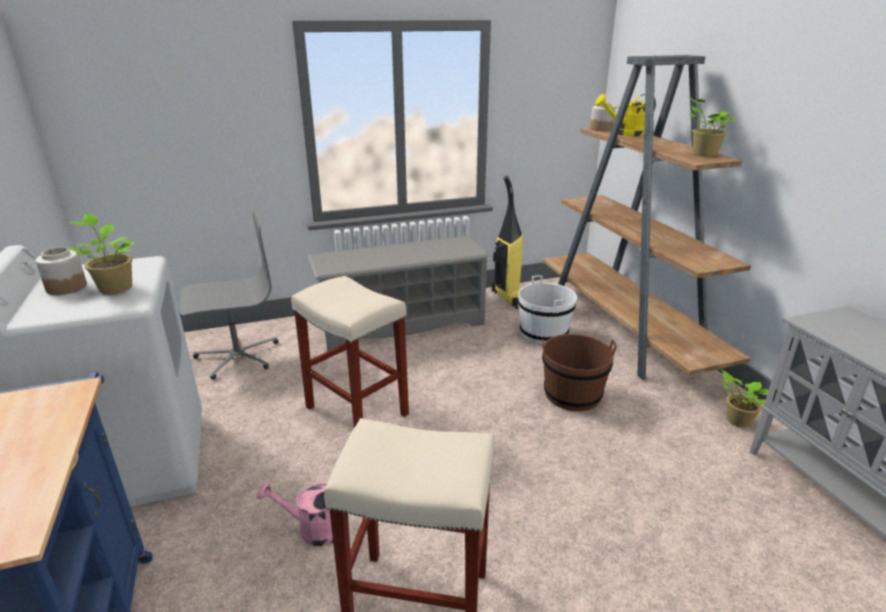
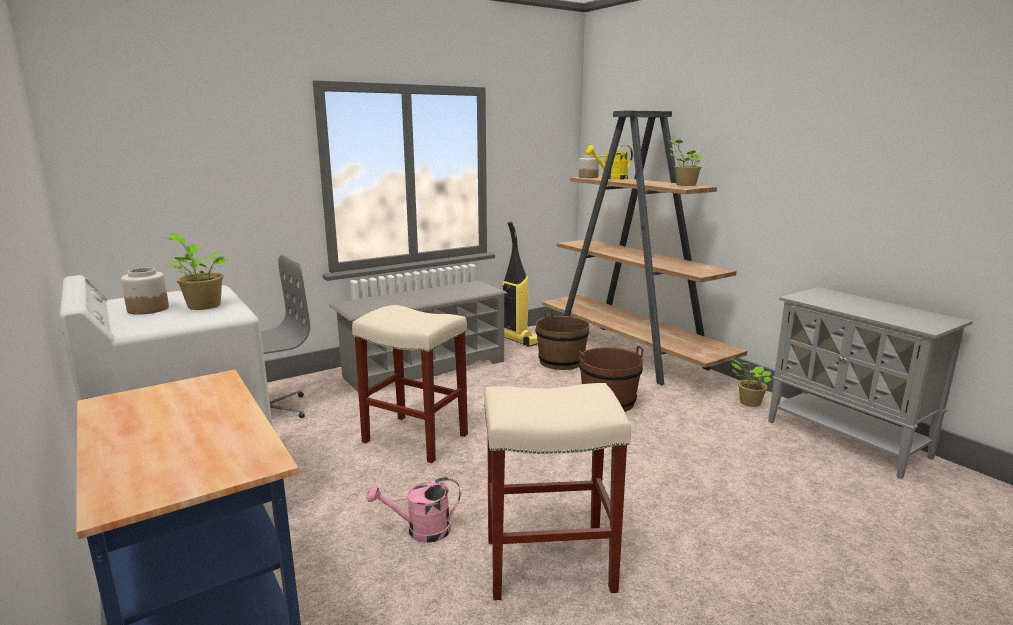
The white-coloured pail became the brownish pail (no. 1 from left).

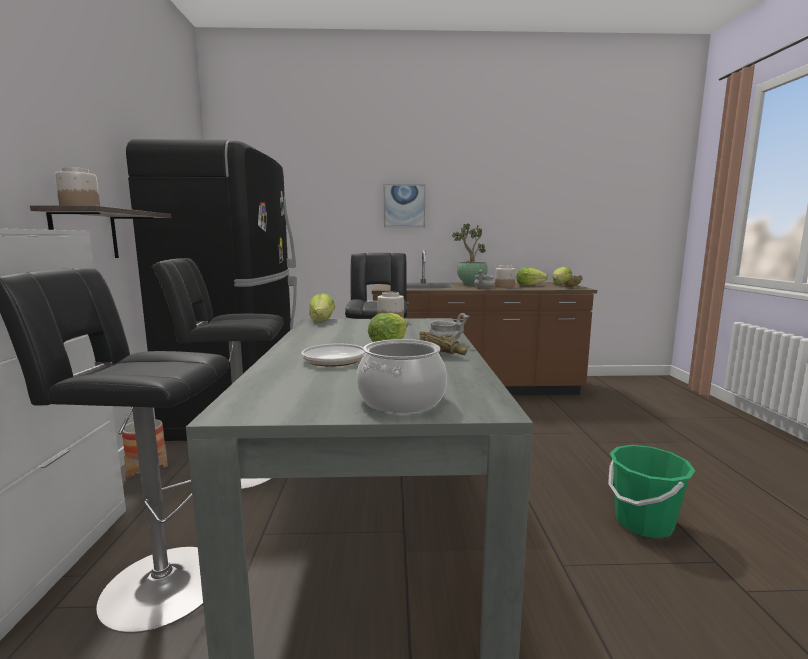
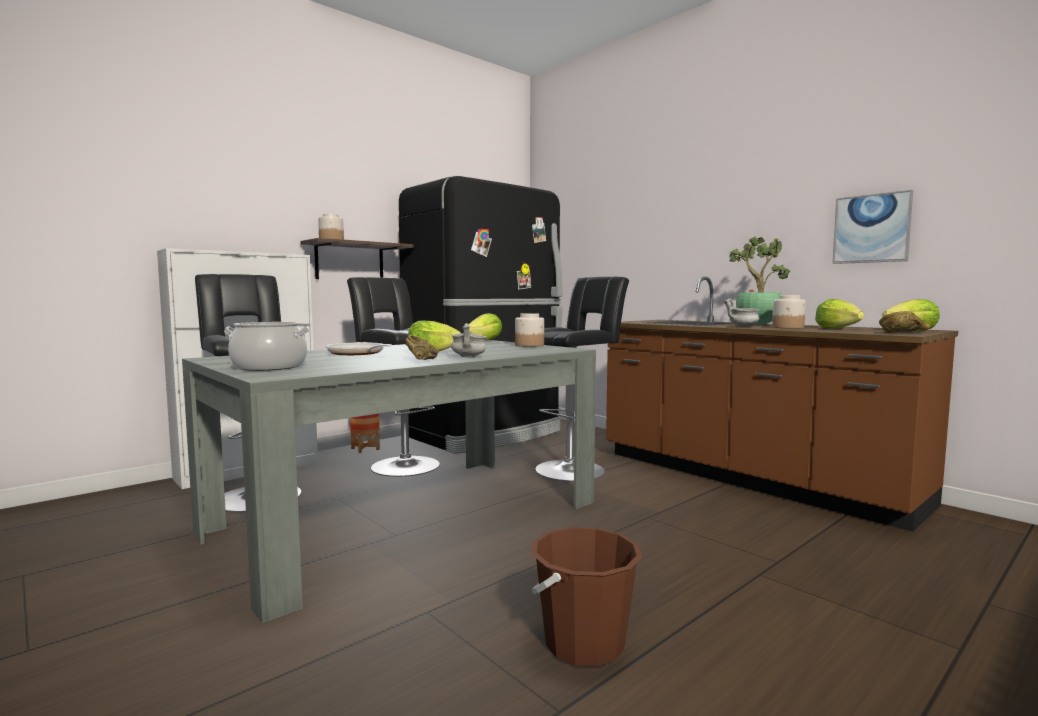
The picture moved. The greenish pail became the brownish pail.

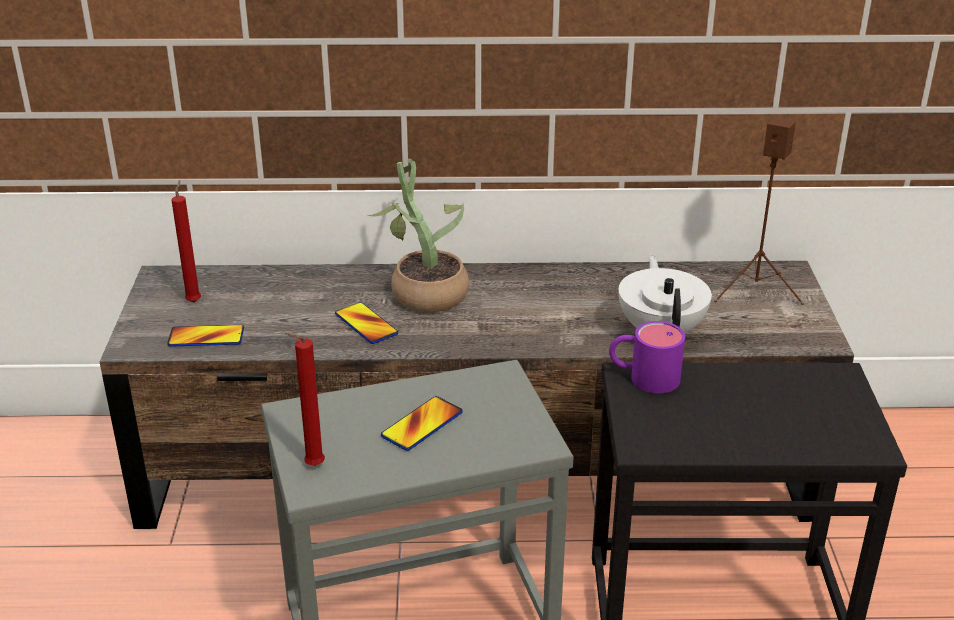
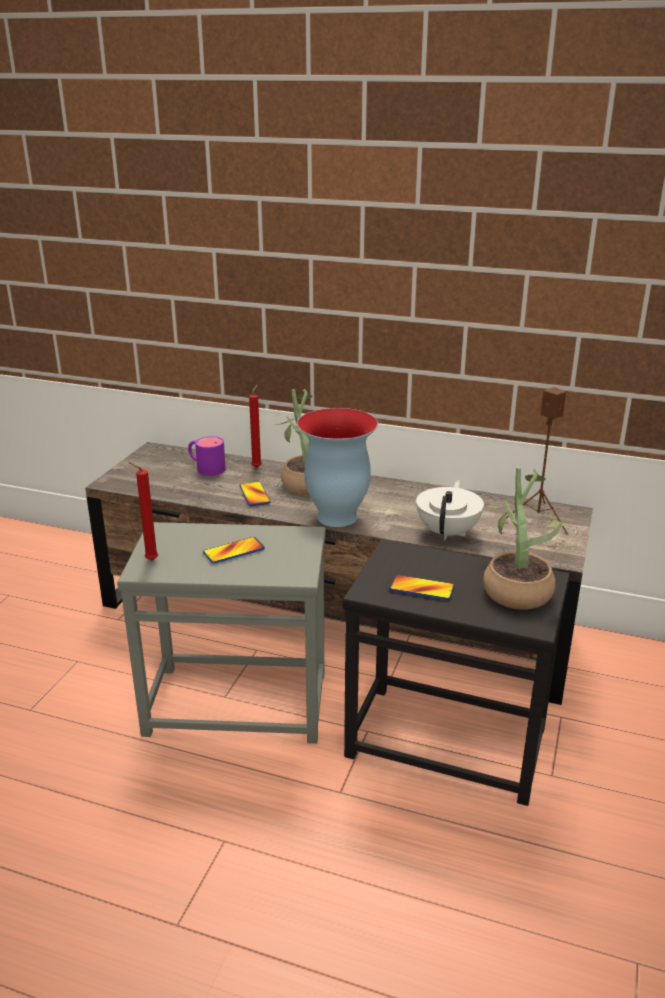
The red-coloured wax light (no. 1 from left in the first image) moved. The purple-coloured tea mug moved. The handset (no. 1 from left in the first image) moved. The decorative vase appeared. The houseplant (no. 2 from left) appeared.

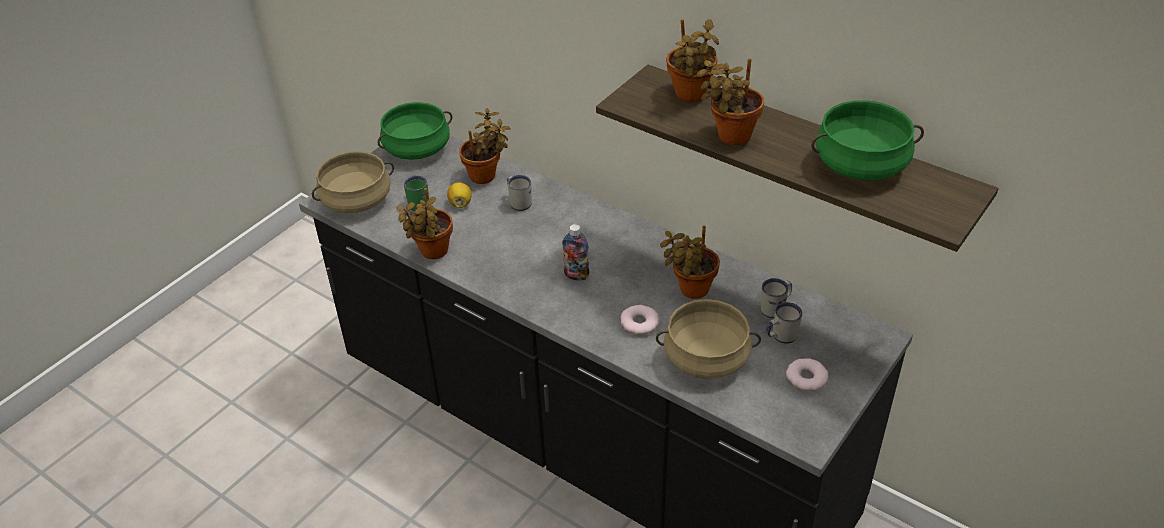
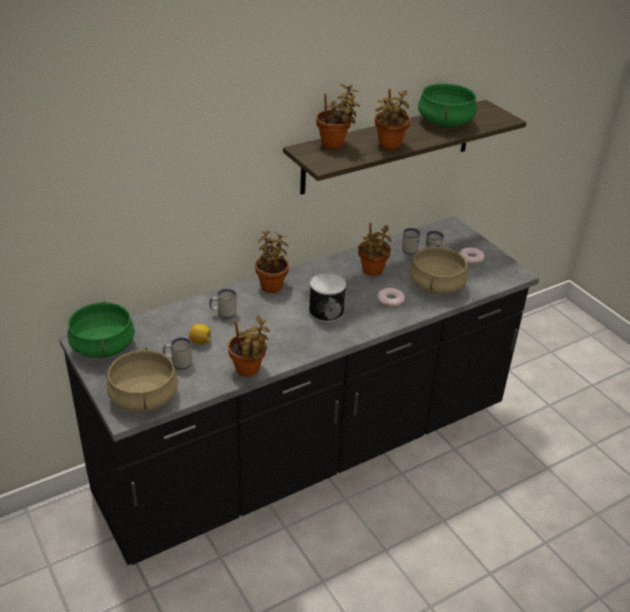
The houseplant (no. 2 from left) moved. The greenish tea mug became the white-coloured tea mug (no. 1 from left). The beverage bottle was replaced by the metal can.

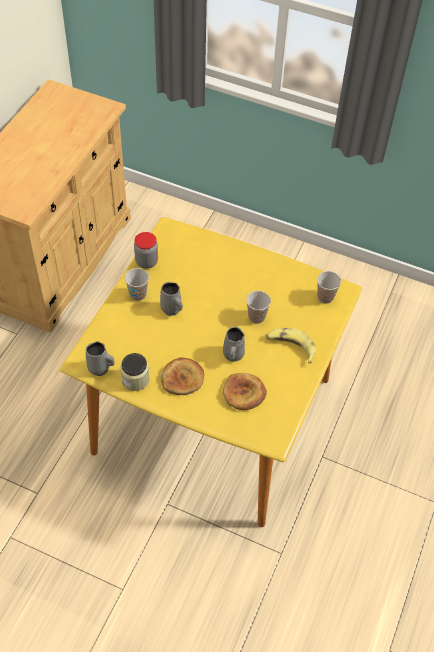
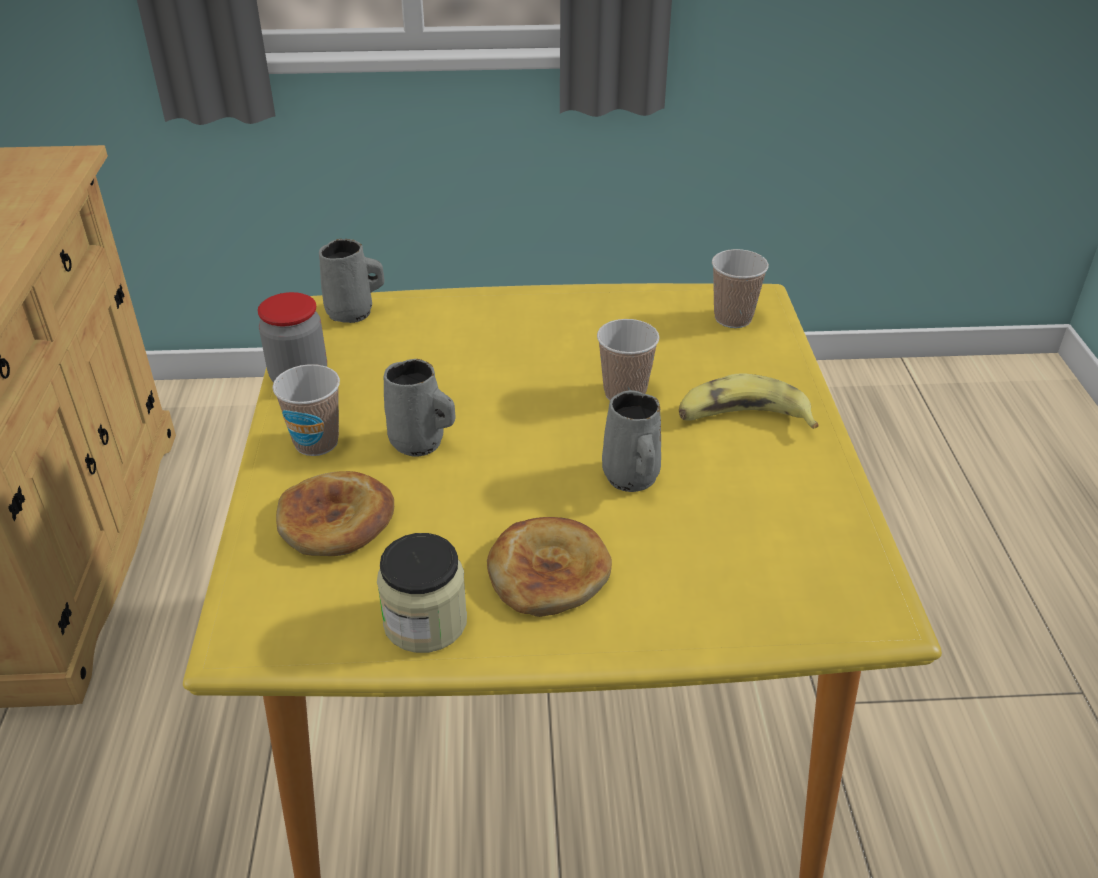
The gray tea mug (no. 1 from left) moved. The bread (no. 2 from left in the first image) moved.

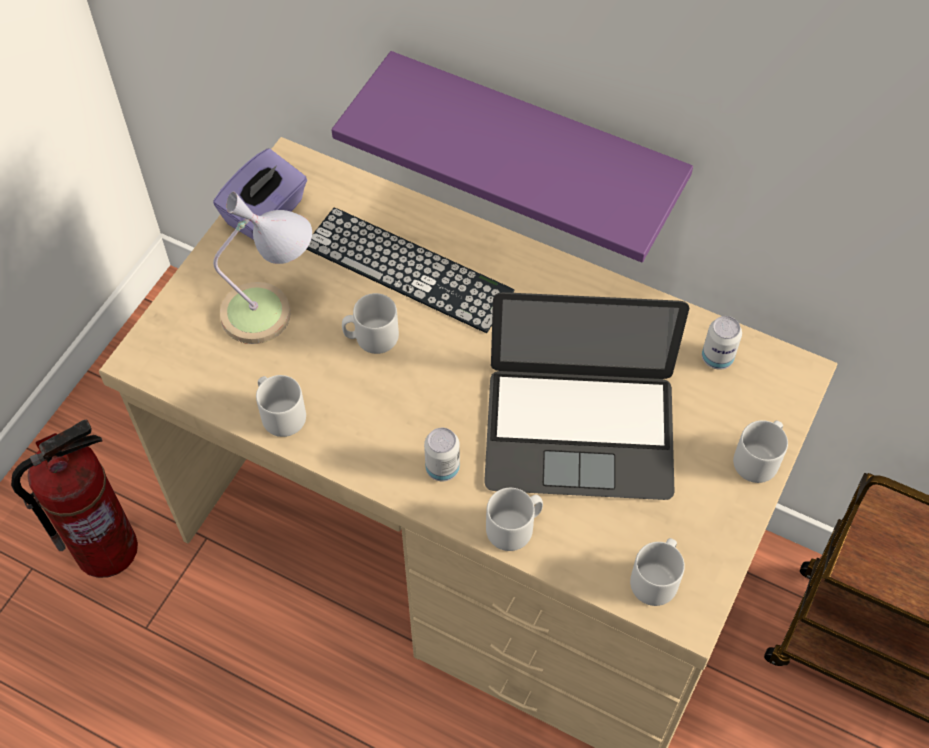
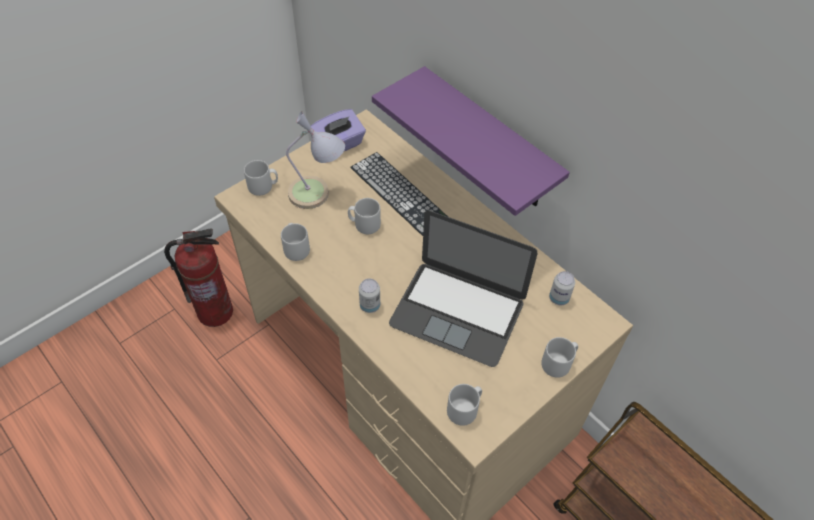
The gray tea mug (no. 3 from left in the first image) moved.

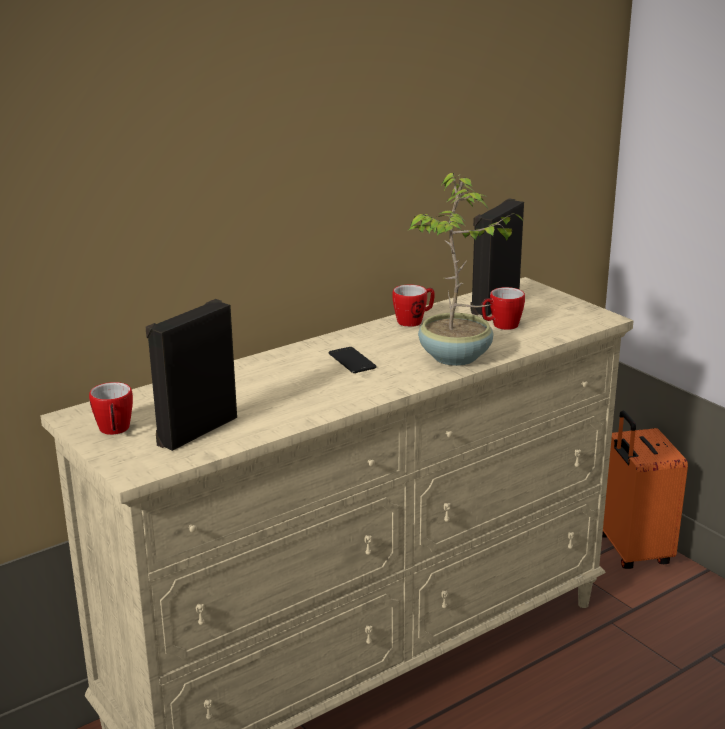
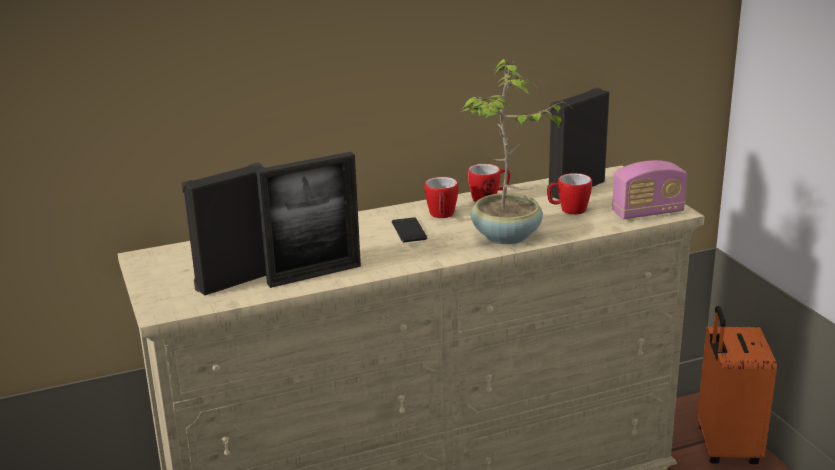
The tea mug (no. 1 from left) moved. The photo frame appeared. The radio set appeared.

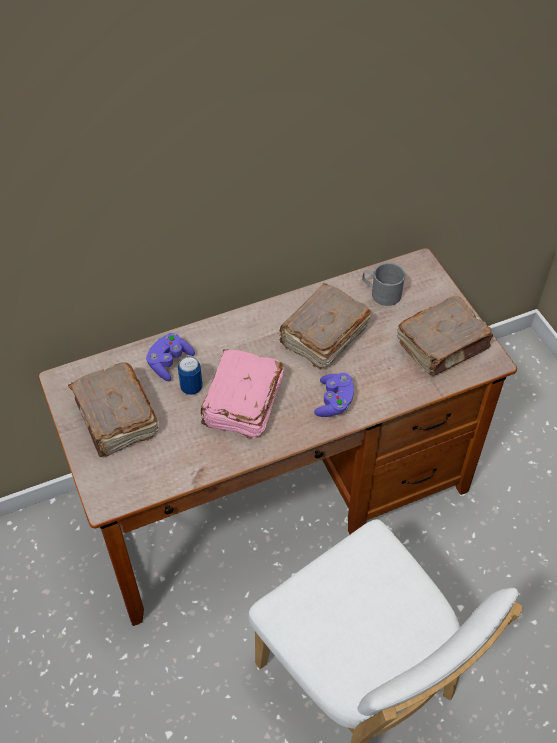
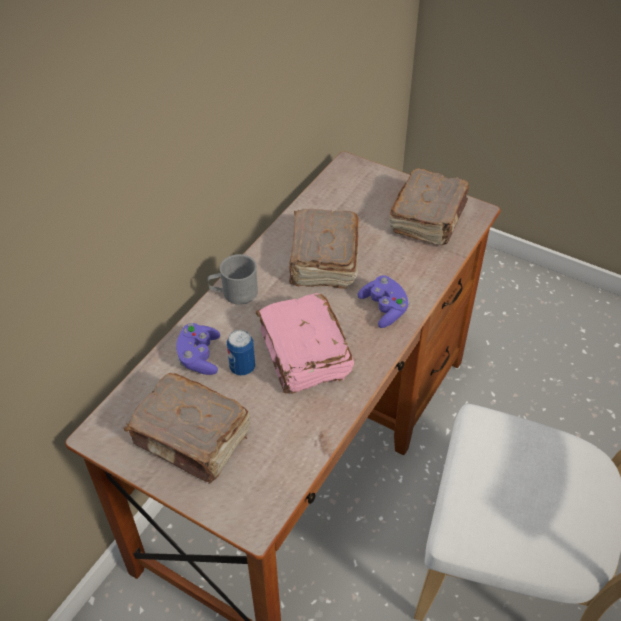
The gray tea mug moved.

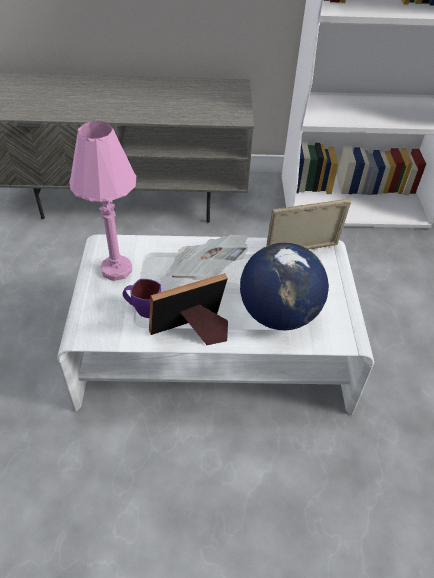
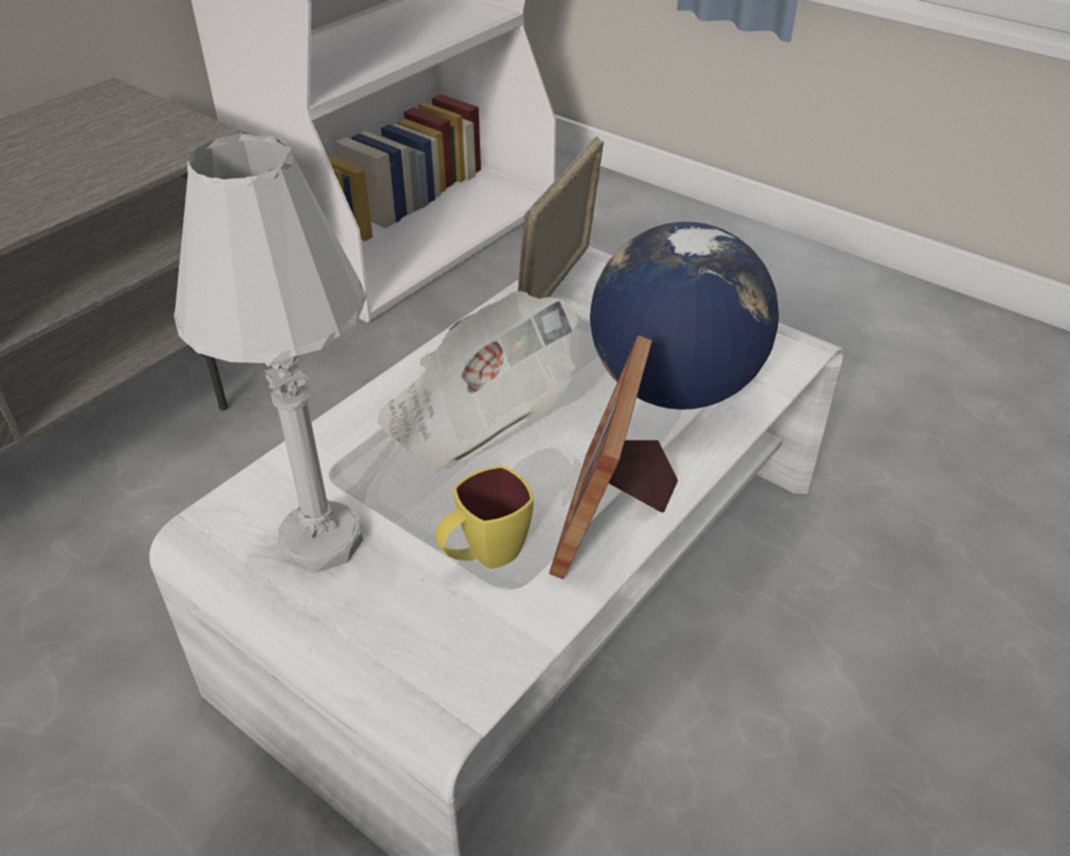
The pink tabletop lamp became the white-coloured tabletop lamp. The purple-coloured tea mug became the yellowish tea mug.

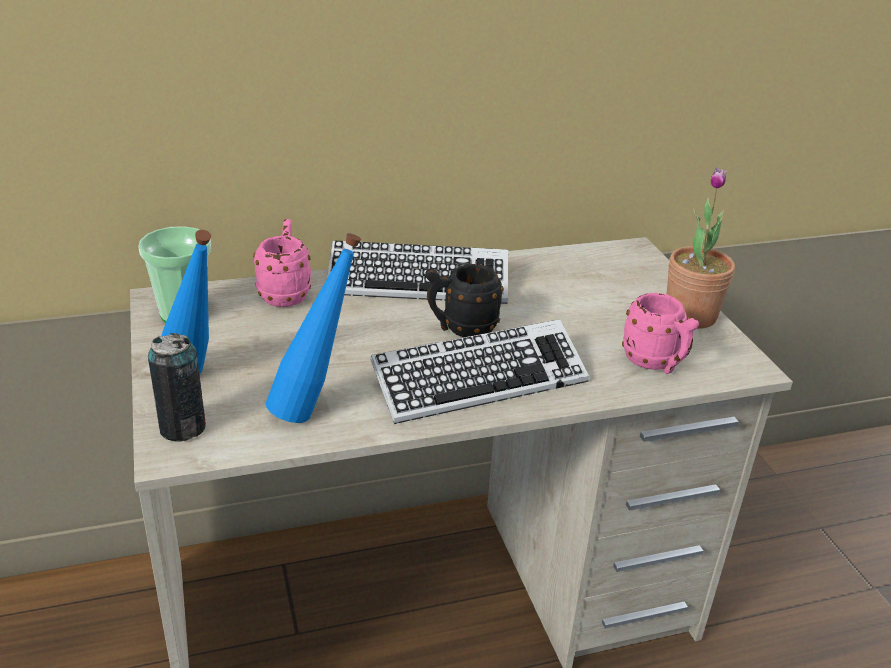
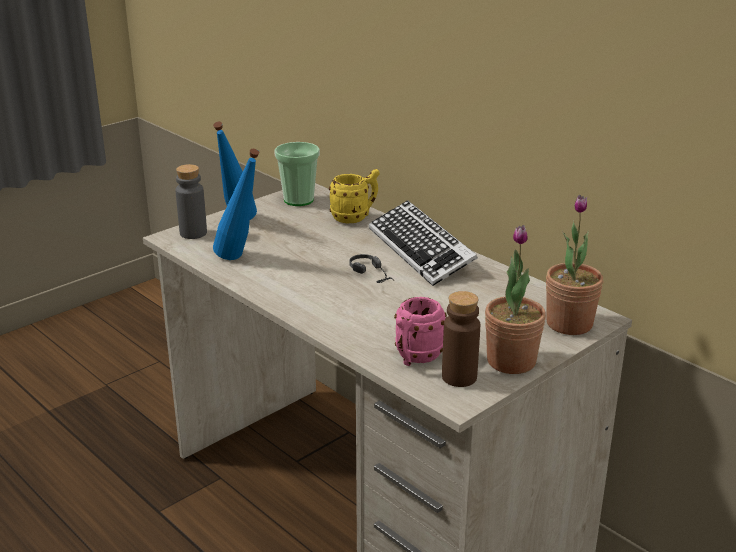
The pink tea mug (no. 1 from left) became the yellowish tea mug. The black-coloured tea mug was replaced by the pair of headphones. The computer keyboard (no. 2 from left) disappeared. The metal can was replaced by the gray beverage bottle. The houseplant (no. 2 from left) appeared. The brownish beverage bottle appeared.

